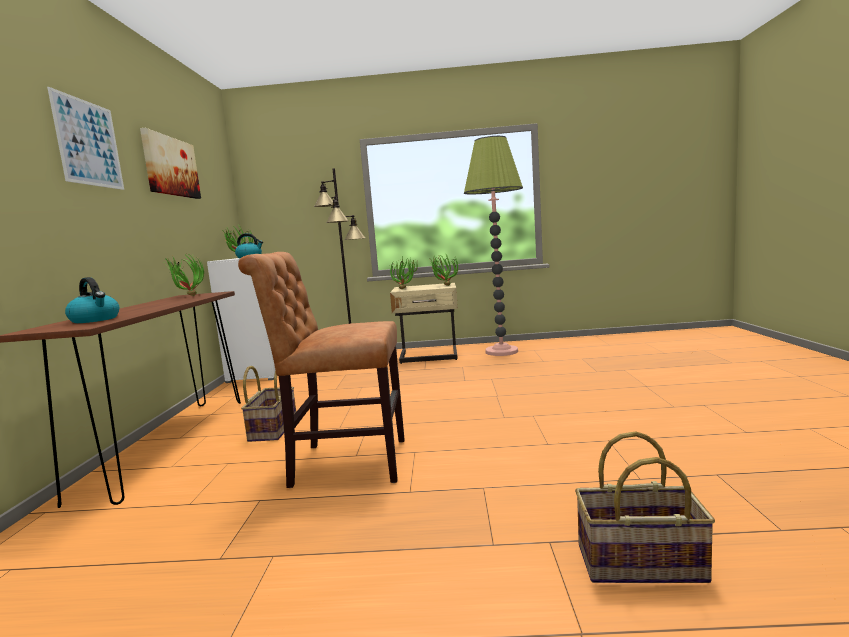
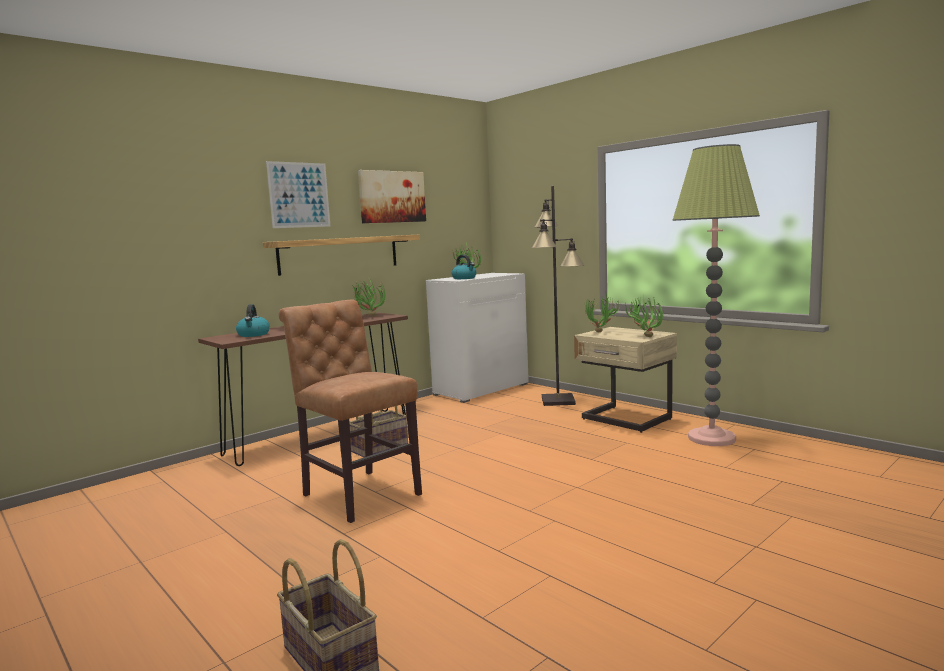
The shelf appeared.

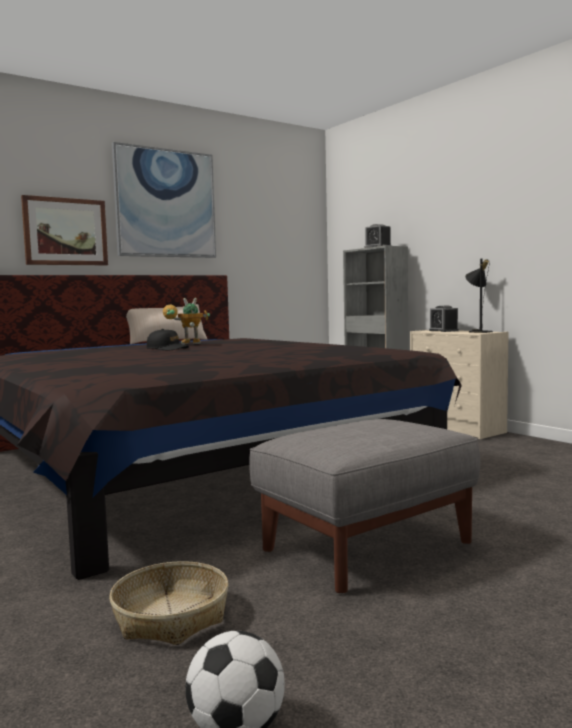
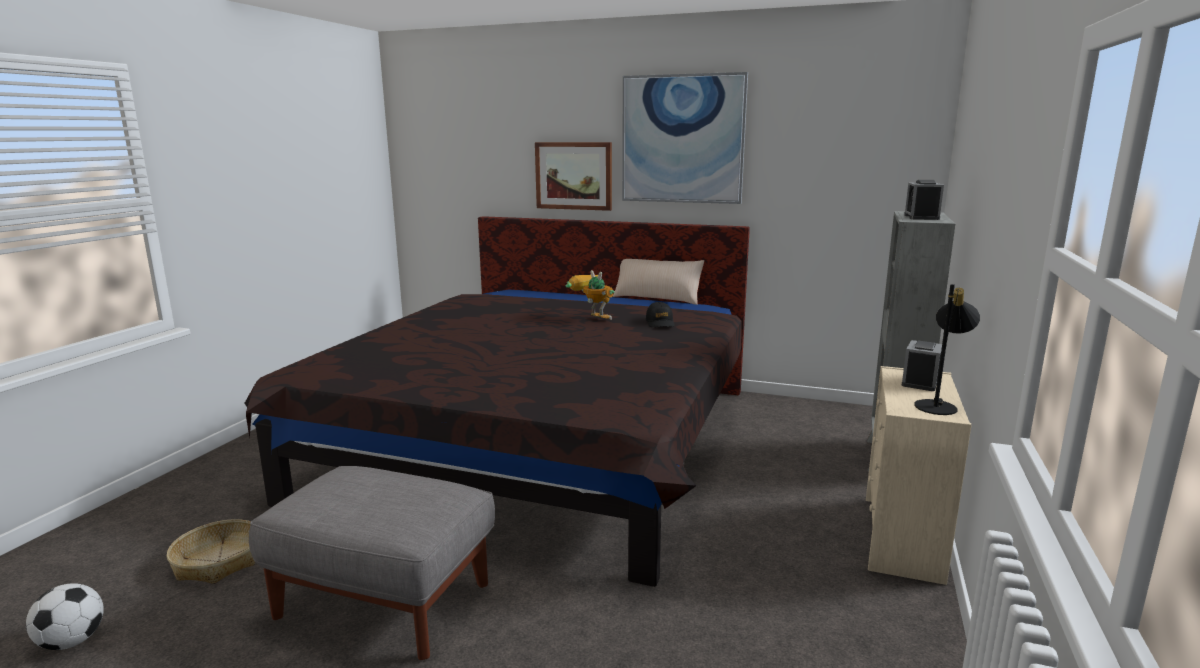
The black-coloured peaked cap moved.

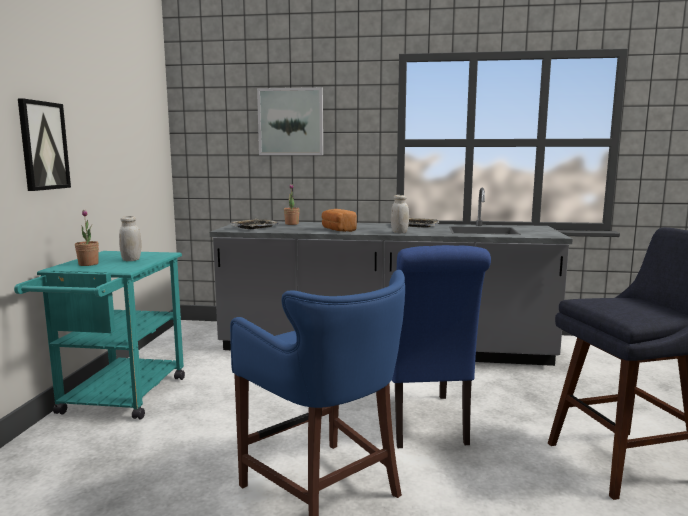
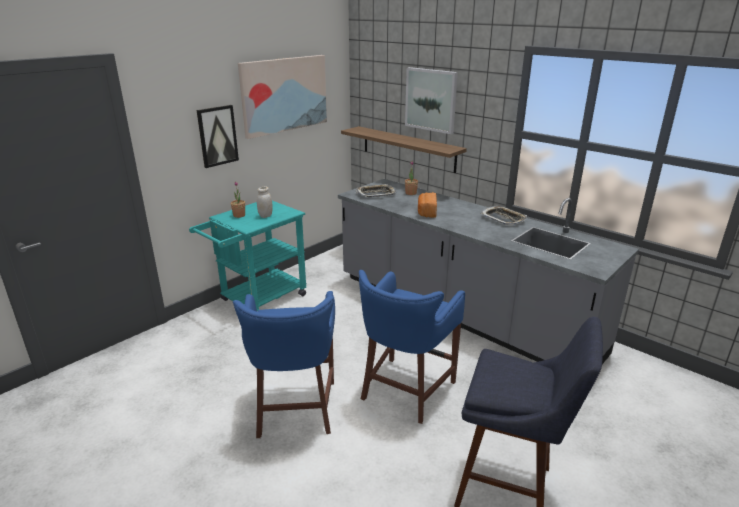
The white-coloured preserve jar (no. 2 from left) disappeared. The blue plain chair was replaced by the blue stool (no. 2 from left). The picture (no. 2 from left) appeared. The shelf appeared.

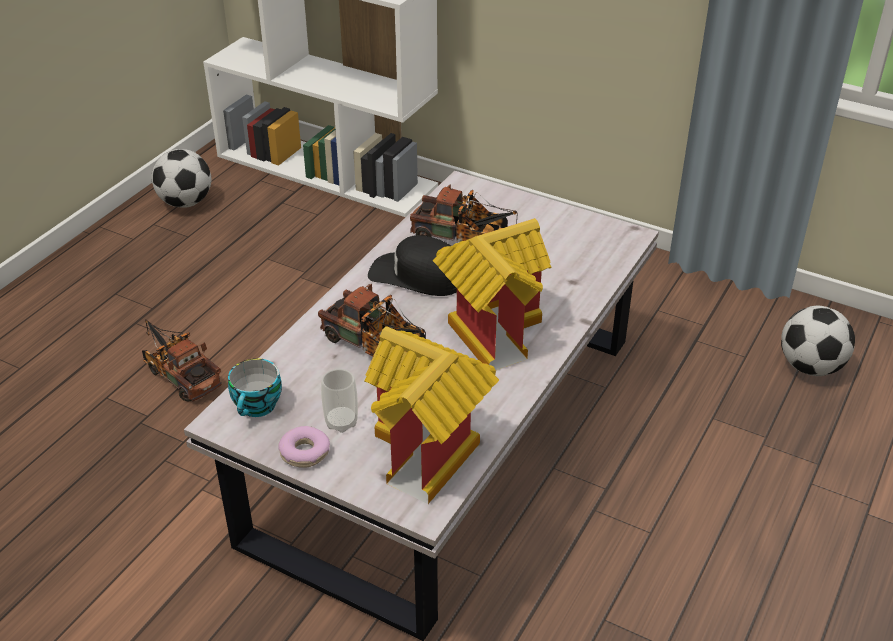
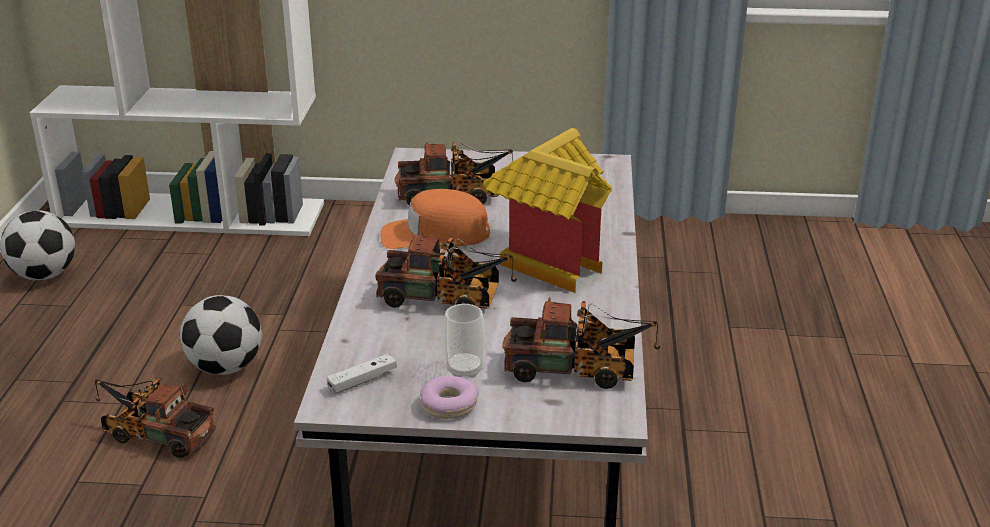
The black-coloured peaked cap became the orangey peaked cap. The ball for football (no. 2 from left) moved. The model house (no. 1 from left) was replaced by the model truck (no. 4 from left). The cup (no. 1 from left) was replaced by the white-coloured joypad.

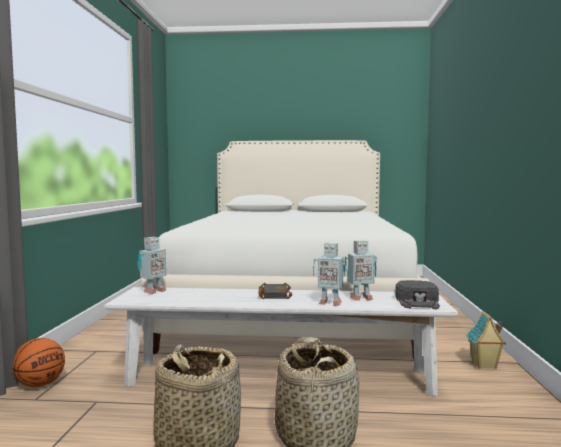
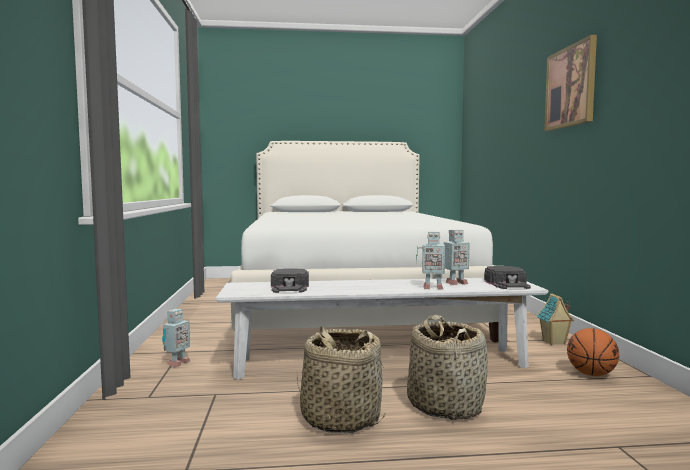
The robot figure (no. 1 from left) moved. The black-coloured bound book disappeared. The basketball moved. The picture appeared. The black-coloured peaked cap (no. 1 from left) appeared.

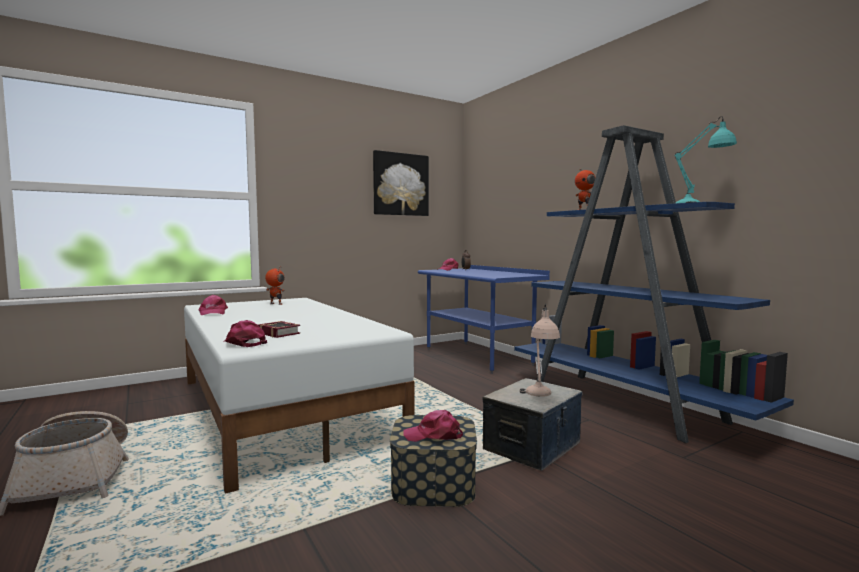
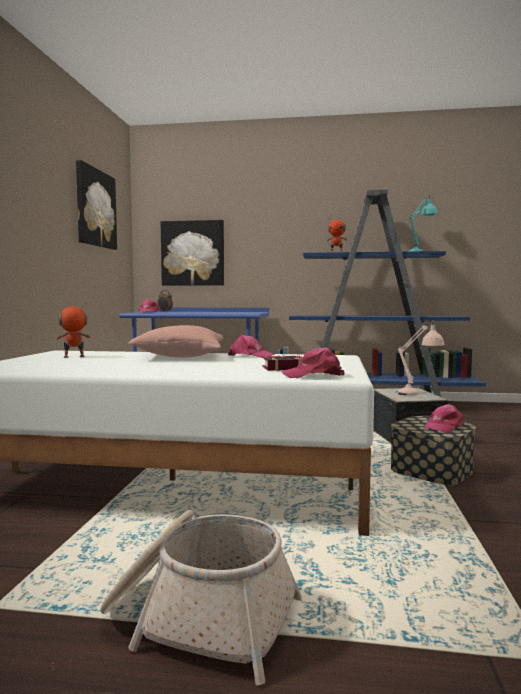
The pink peaked cap (no. 1 from left in the first image) moved. The picture (no. 2 from left) appeared. The pink cushion appeared.

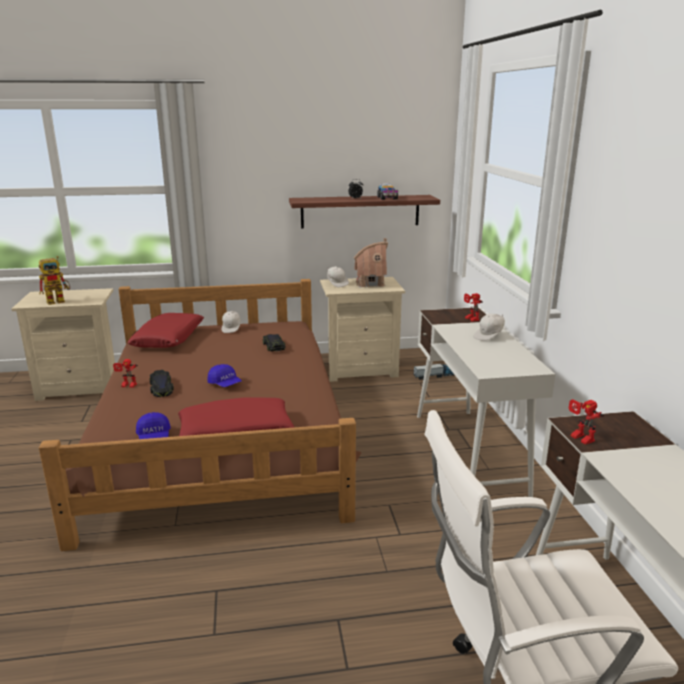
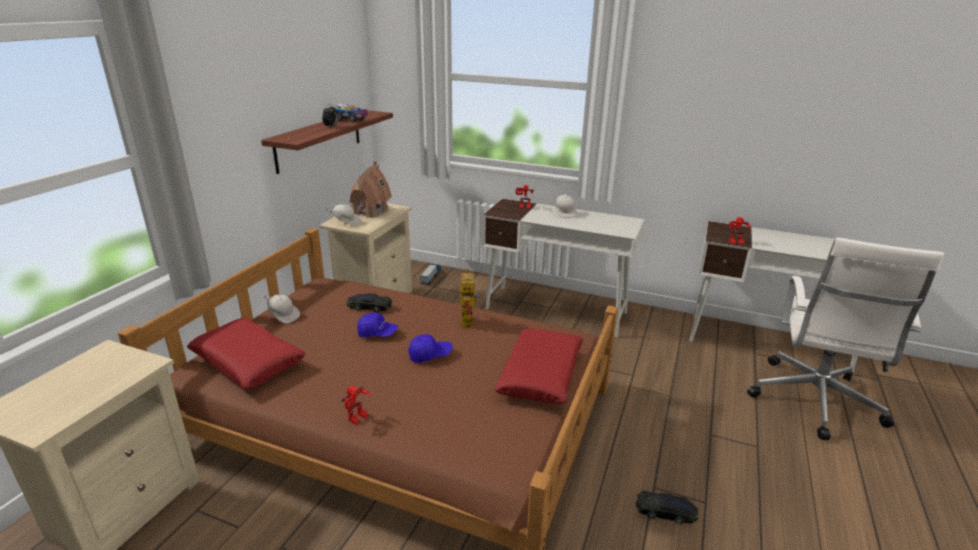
The robot figure (no. 1 from left in the first image) moved. The black-coloured miniature car (no. 1 from left in the first image) moved. The blue peaked cap (no. 1 from left) moved.

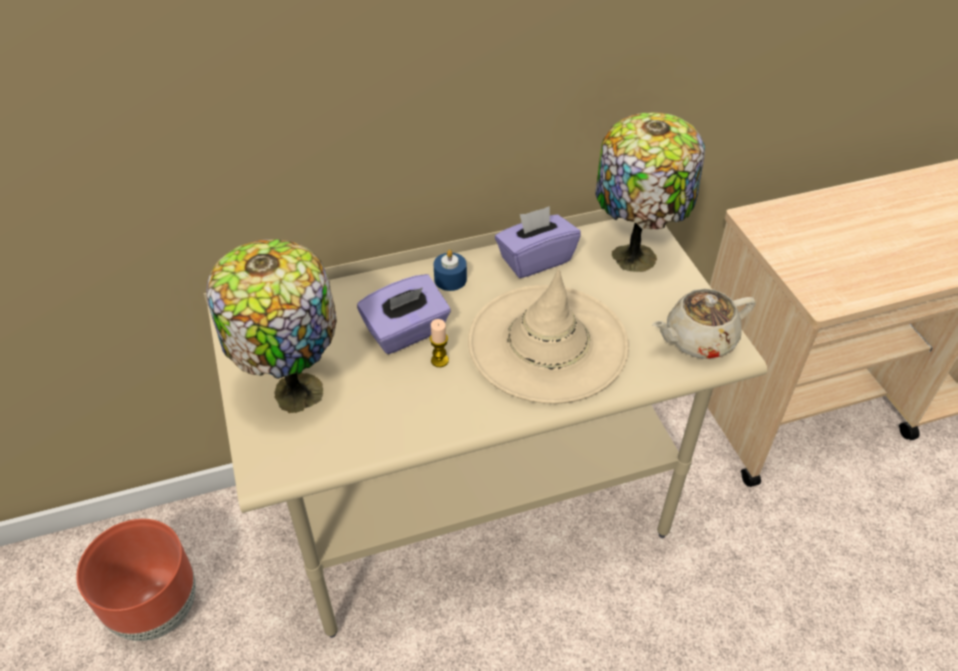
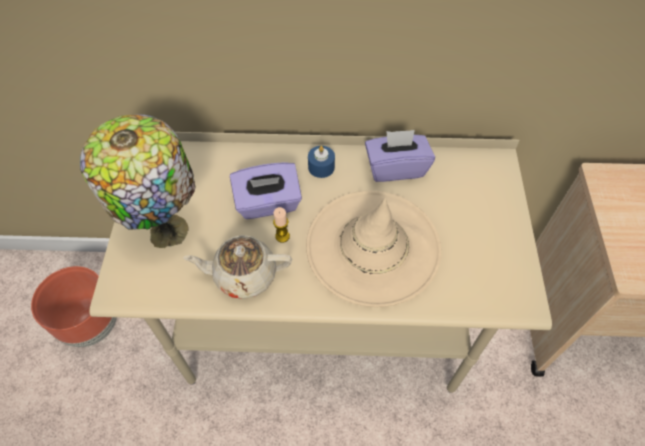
The tabletop lamp (no. 2 from left) disappeared. The beige tea pot moved.

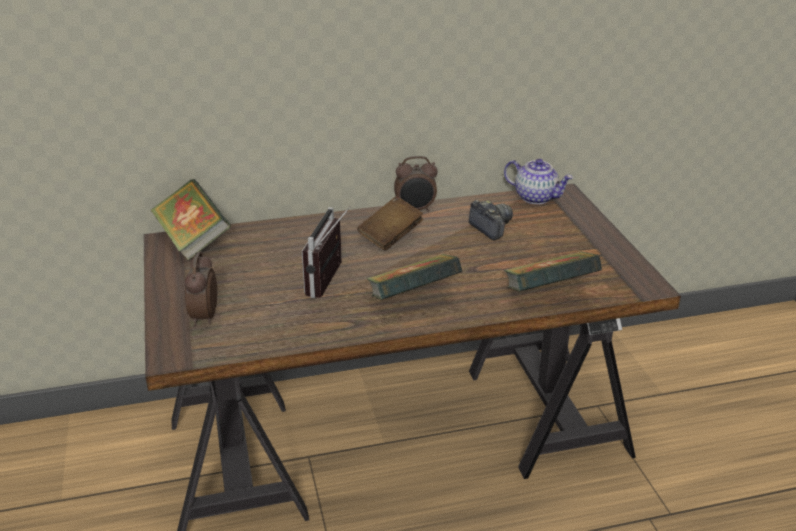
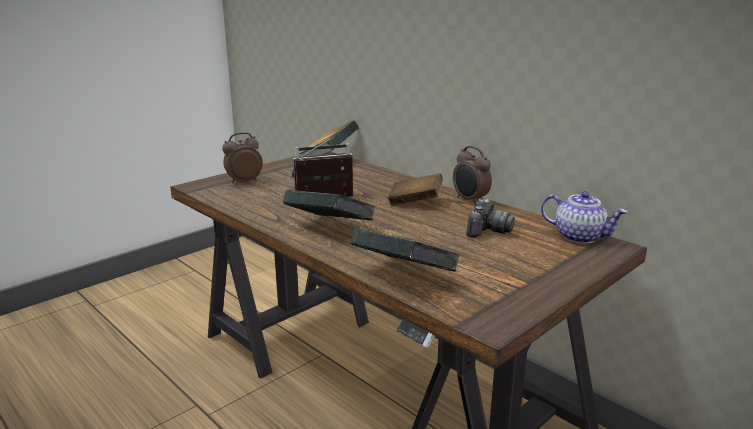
The tea pot turned 60 degrees counterclockwise.

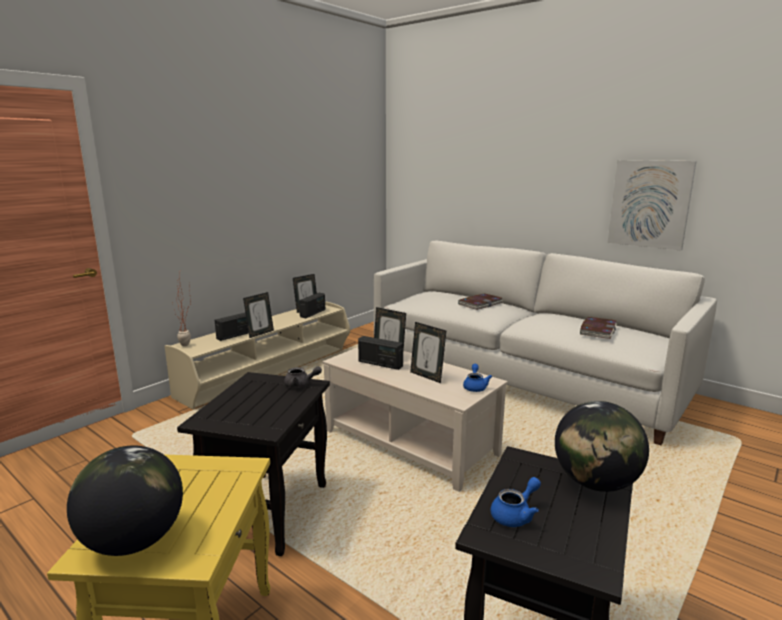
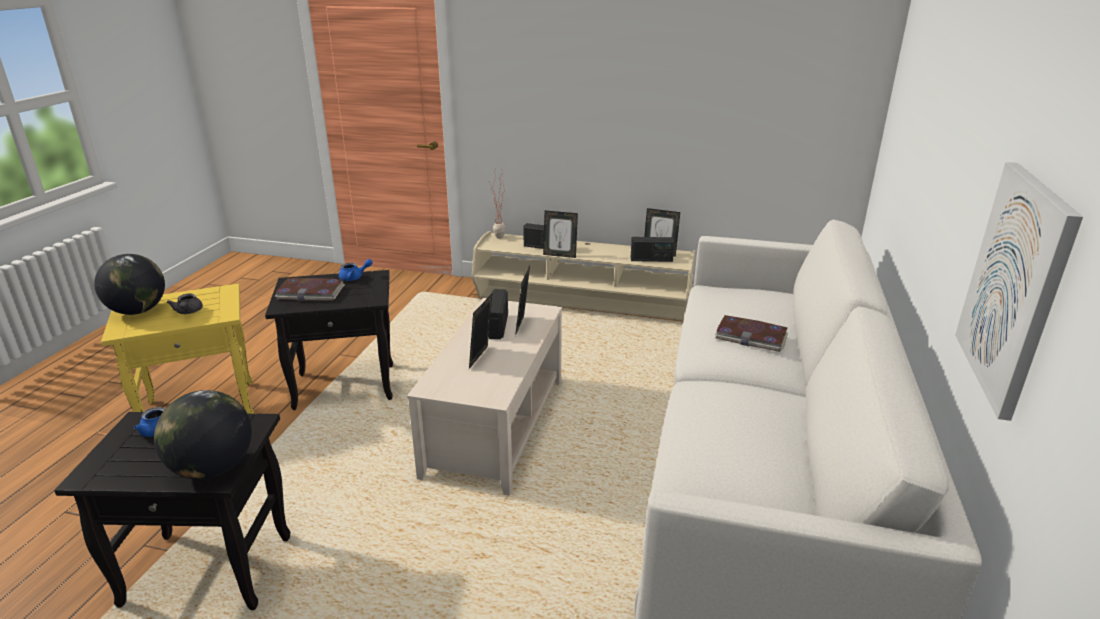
The bound book (no. 2 from left in the first image) moved. The blue tea pot (no. 1 from left in the first image) moved. The gray tea pot moved.

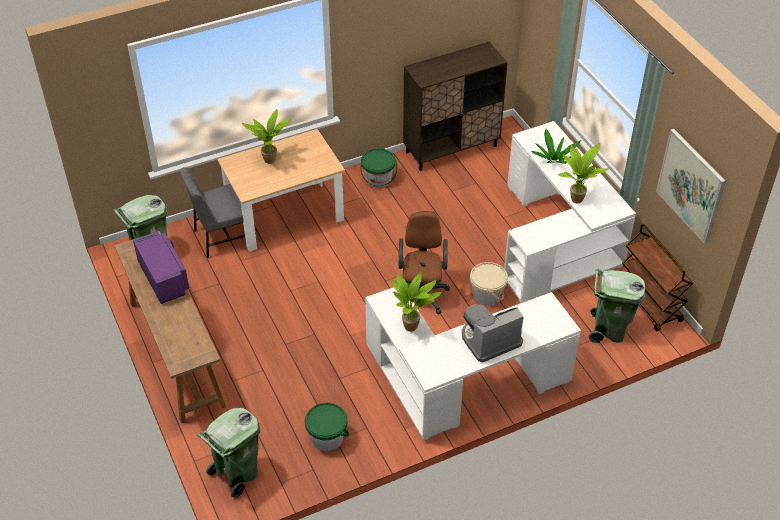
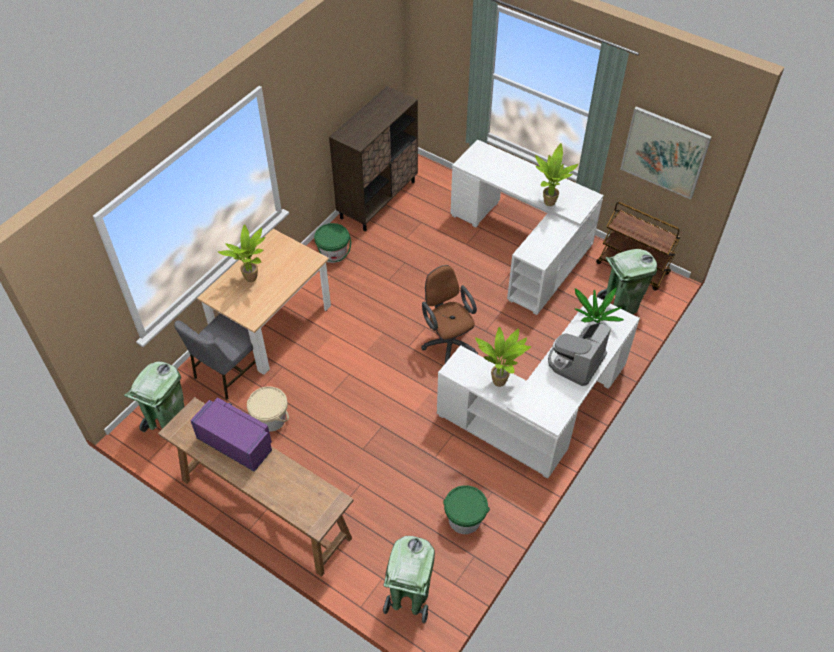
The houseplant (no. 3 from left in the first image) moved. The beige pail moved.

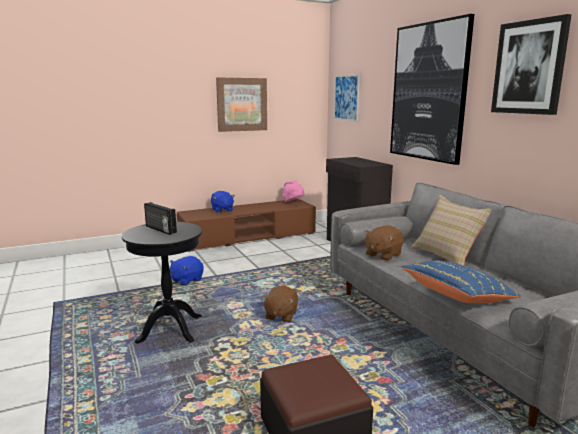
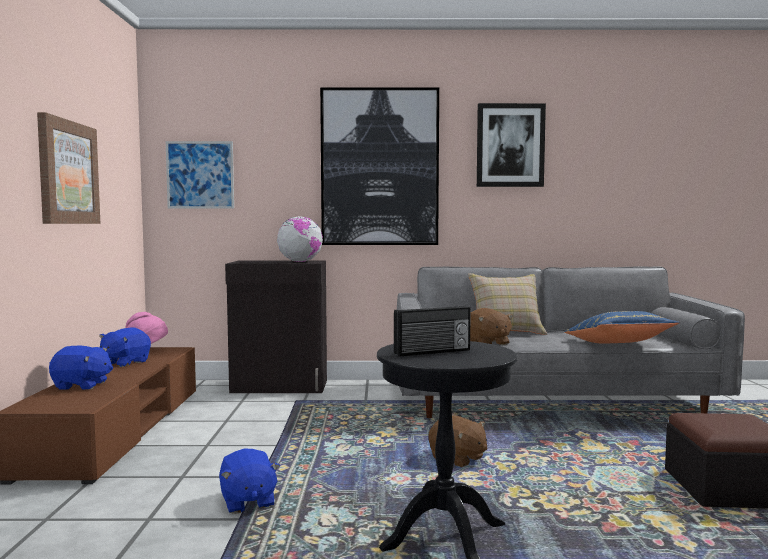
The desk globe appeared. The blue cuddly toy (no. 2 from left) appeared.

